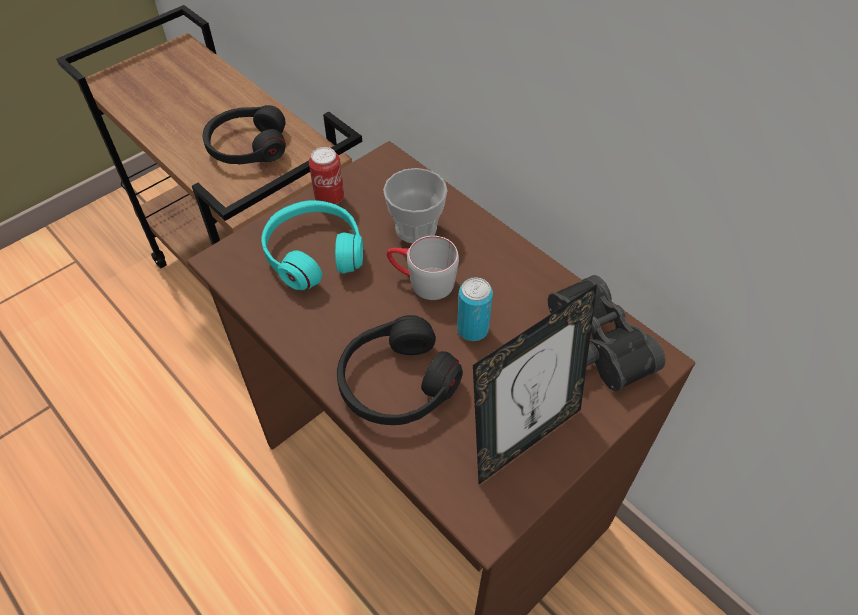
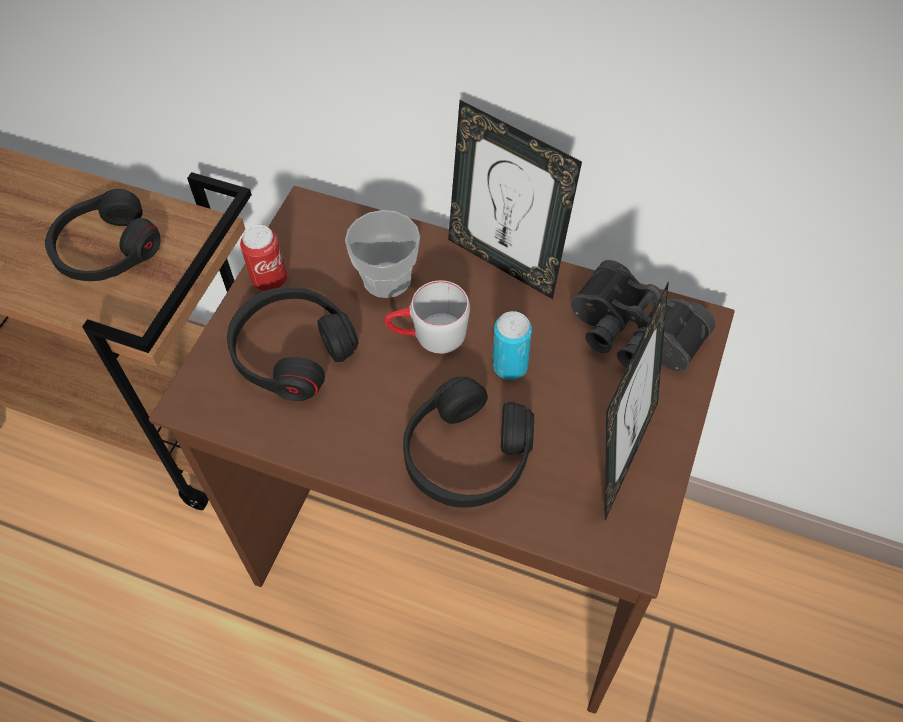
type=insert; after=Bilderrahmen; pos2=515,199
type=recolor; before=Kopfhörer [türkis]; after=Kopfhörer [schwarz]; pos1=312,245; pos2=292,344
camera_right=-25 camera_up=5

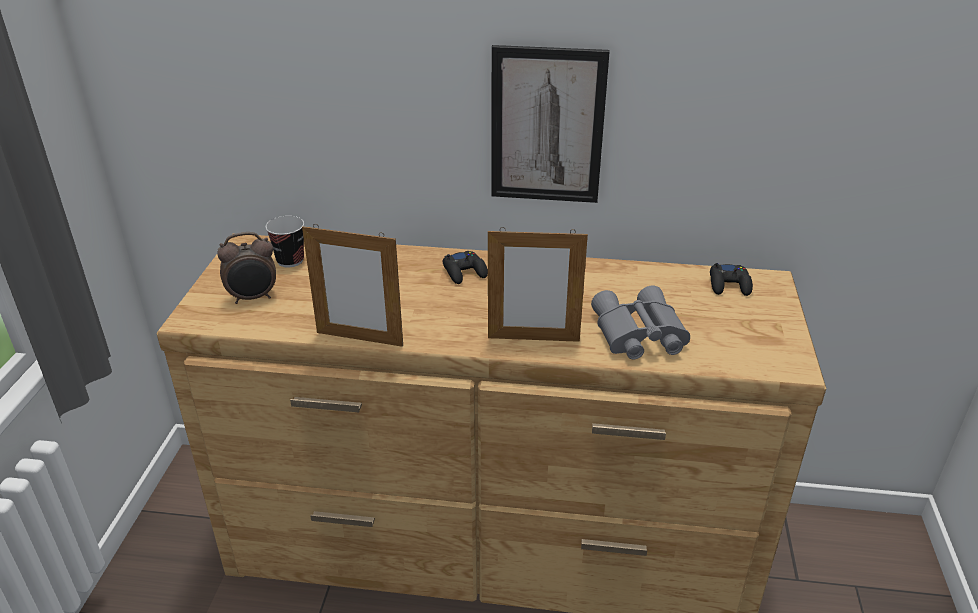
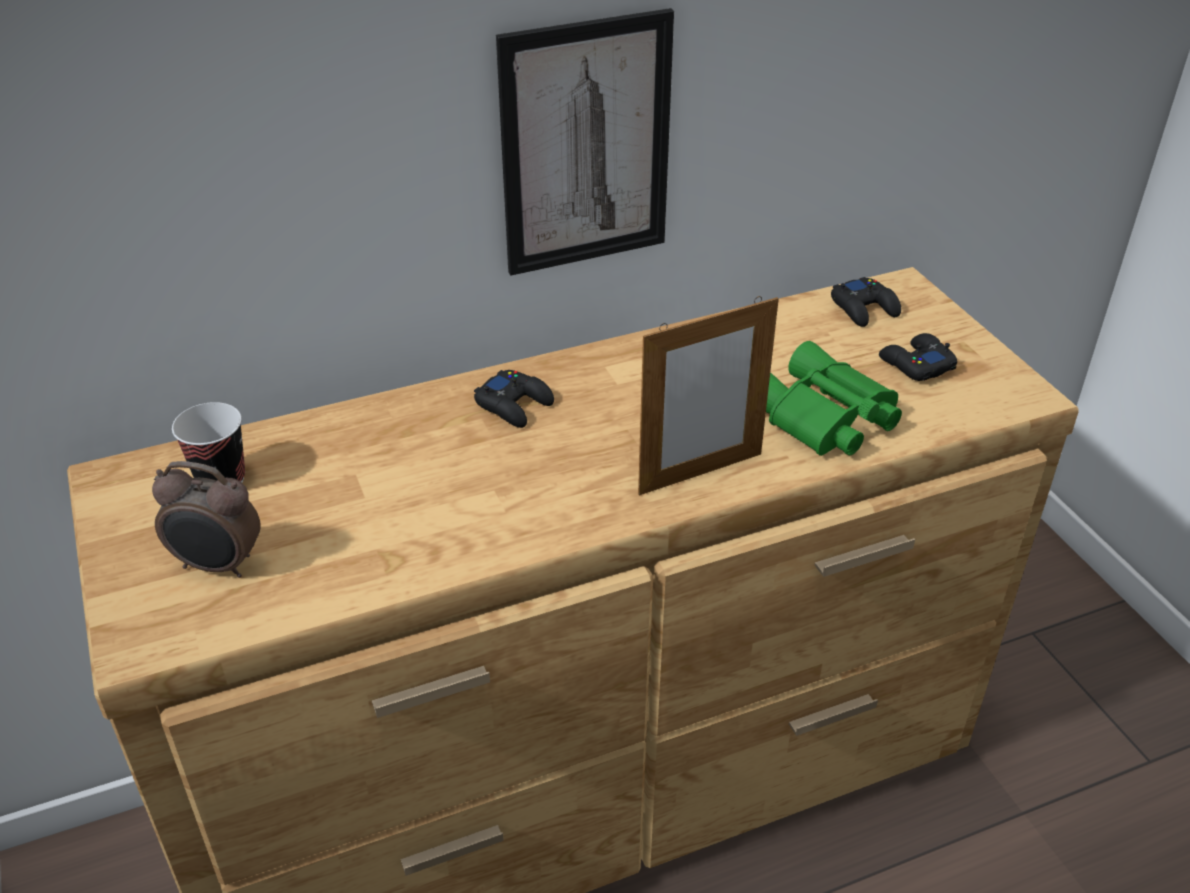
type=delete; before=Bilderrahmen; pos1=352,285
type=insert; after=Gamepad [schwarz]; pos2=918,357
type=recolor; before=Fernglas [grau]; after=Fernglas [grün]; pos1=640,322; pos2=834,398
type=rotate; before=Wecker; pos1=246,268; pos2=206,519; turn=60
camera_right=-30 camera_up=5

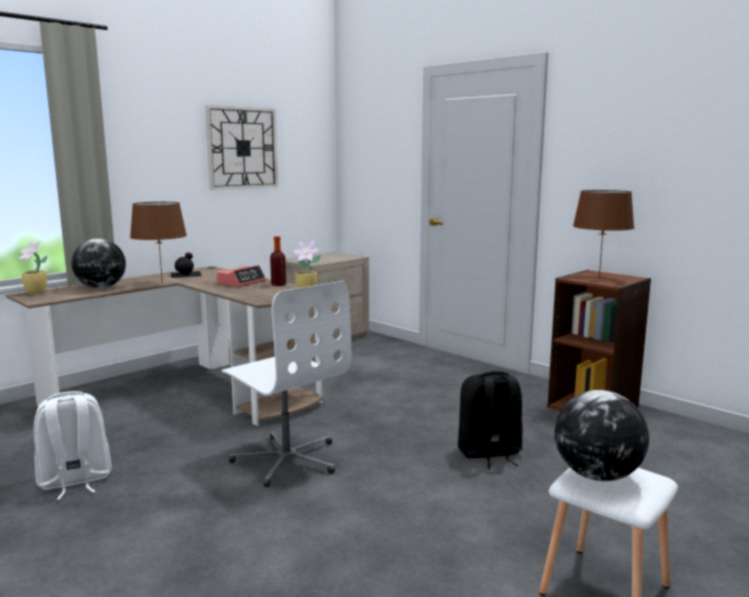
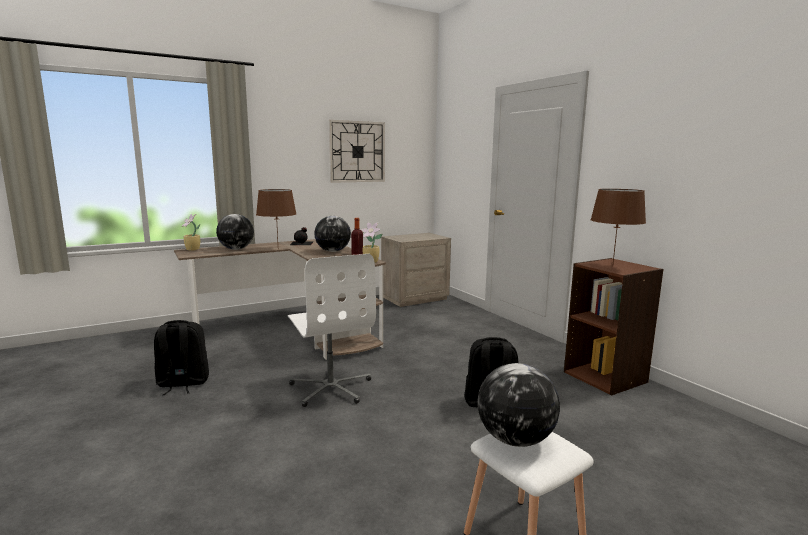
type=replace; before=Wecker; after=Globus; pos1=241,276; pos2=332,234
type=recolor; before=Rucksack [weiß]; after=Rucksack [schwarz]; pos1=73,445; pos2=181,357
camera_right=15 camera_up=0

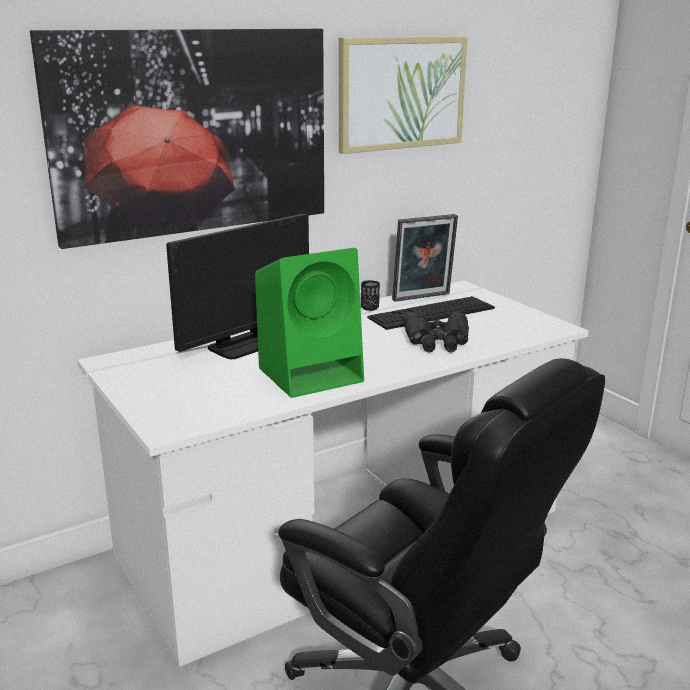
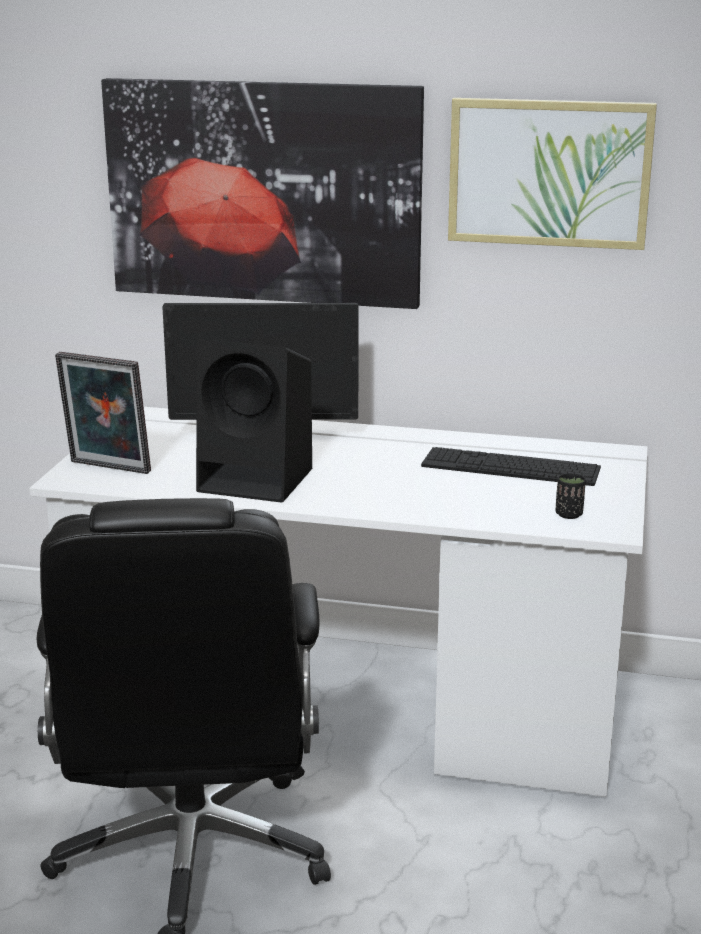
type=delete; before=Fernglas [schwarz]; pos1=436,332
type=move; before=Tasse [schwarz]; pos1=370,295; pos2=570,496
type=move; before=Bilderrahmen; pos1=425,258; pos2=103,413
type=recolor; before=Lautsprecher [grün]; after=Lautsprecher [schwarz]; pos1=309,323; pos2=254,421
camera_right=45 camera_up=0

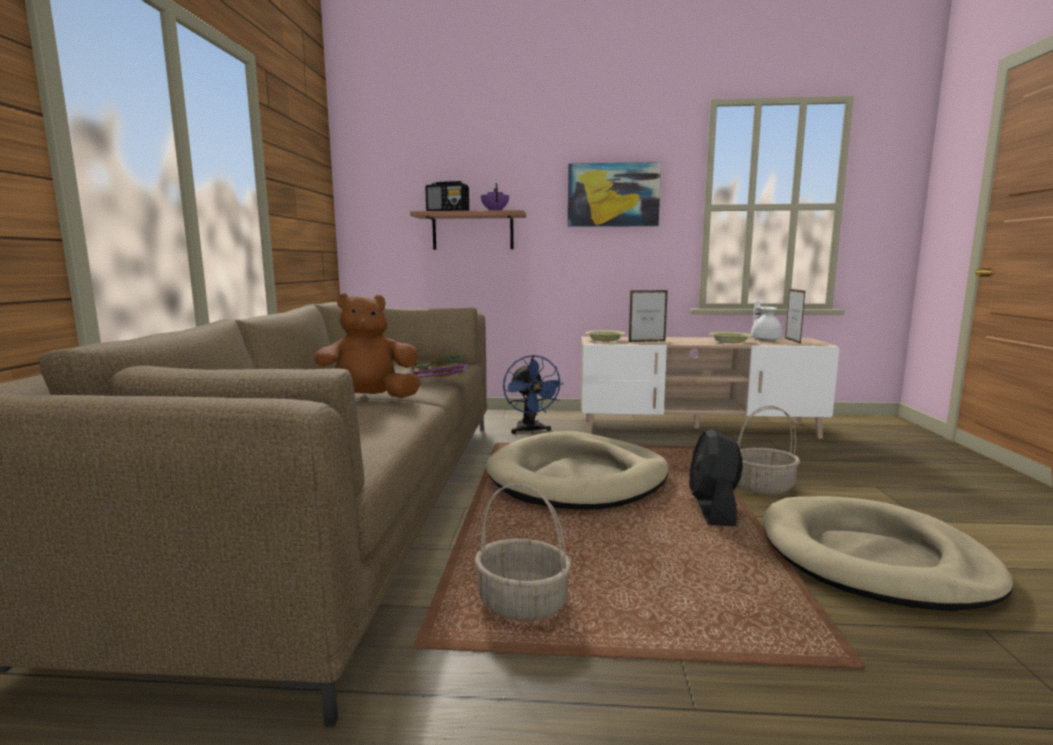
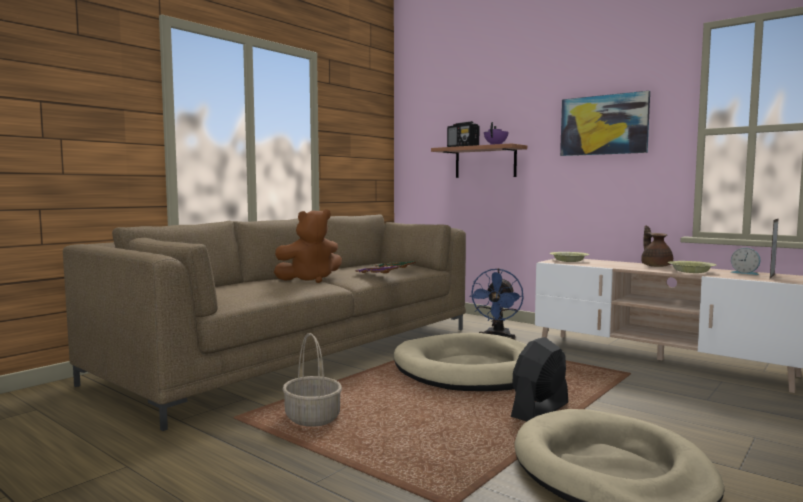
type=delete; before=Bilderrahmen; pos1=648,316
type=delete; before=Korb; pos1=768,450
type=insert; after=Teekanne [braun]; pos2=657,246
type=replace; before=Teekanne [weiß]; after=Wecker; pos1=766,319; pos2=745,261
type=rotate; before=Plüschtier [braun]; pos1=367,346; pos2=308,246; turn=135
camera_right=35 camera_up=-5

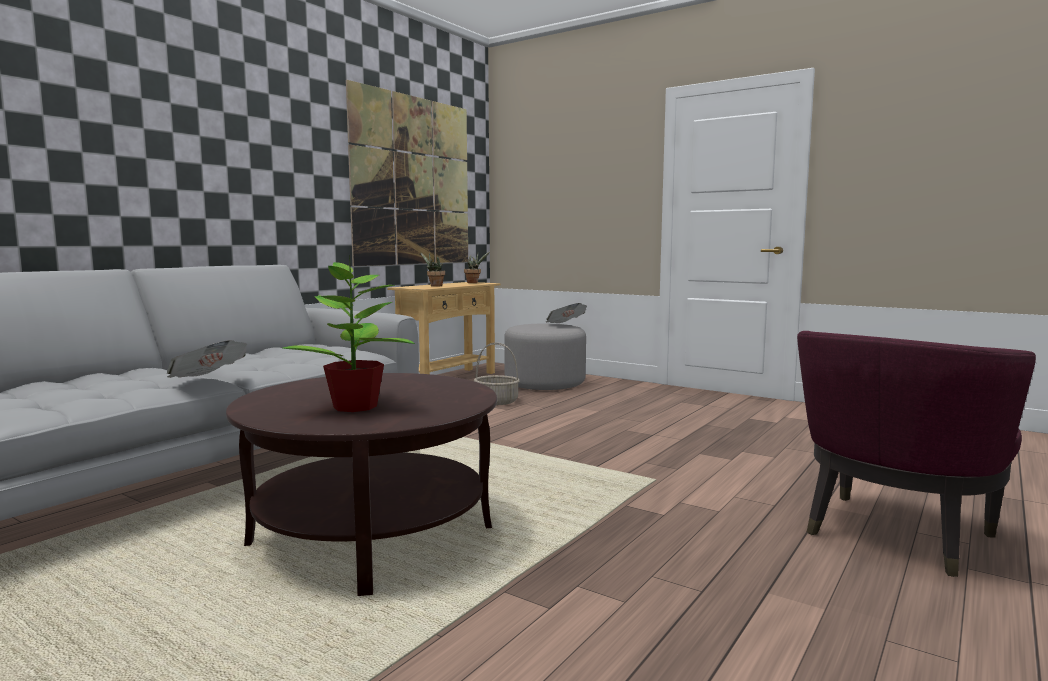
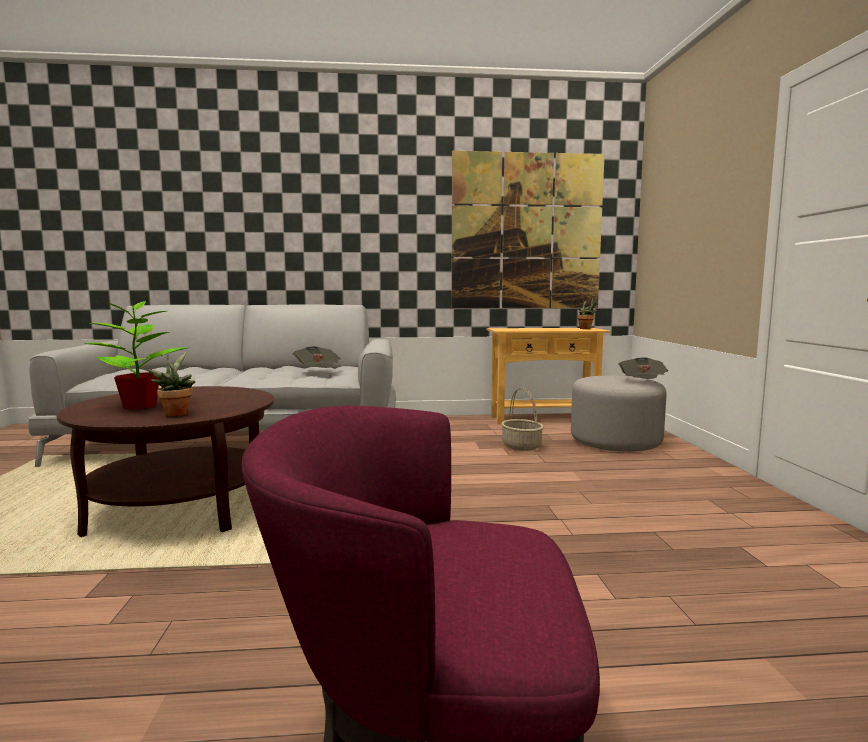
type=move; before=Zeitung; pos1=207,359; pos2=316,357
type=move; before=Topfpflanze; pos1=432,269; pos2=171,384
camera_right=50 camera_up=0

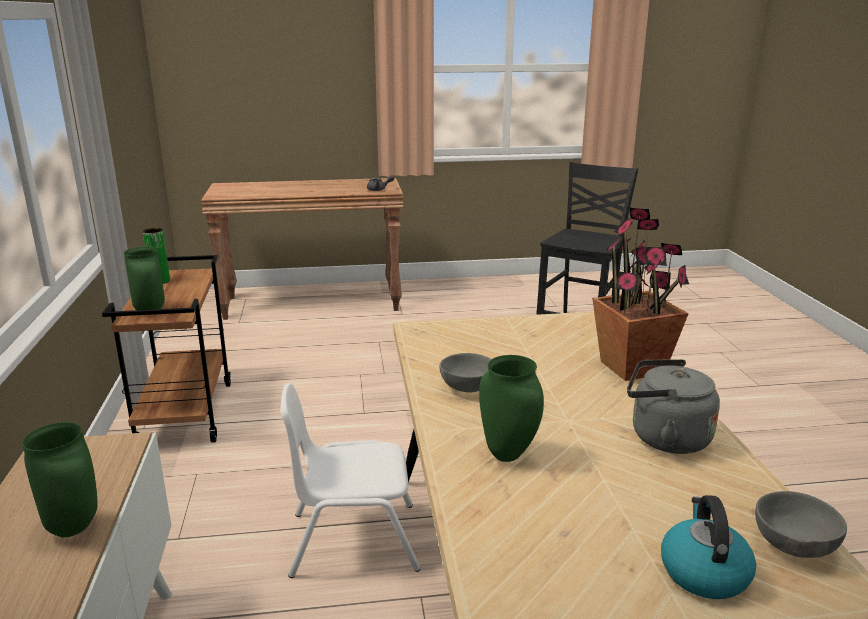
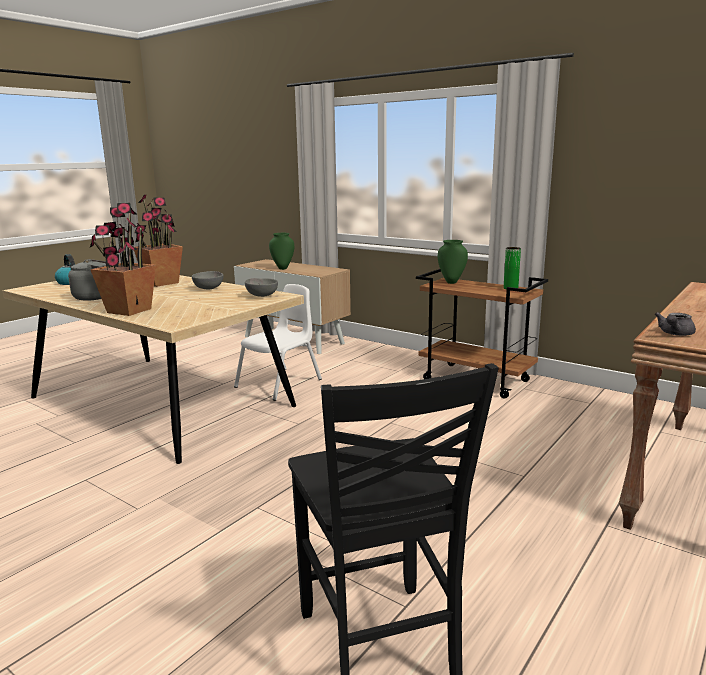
type=move; before=Schüssel [grau]; pos1=801,524; pos2=261,287
type=replace; before=Vase [grün]; after=Topfpflanze; pos1=511,408; pos2=158,240
camera_right=135 camera_up=-5

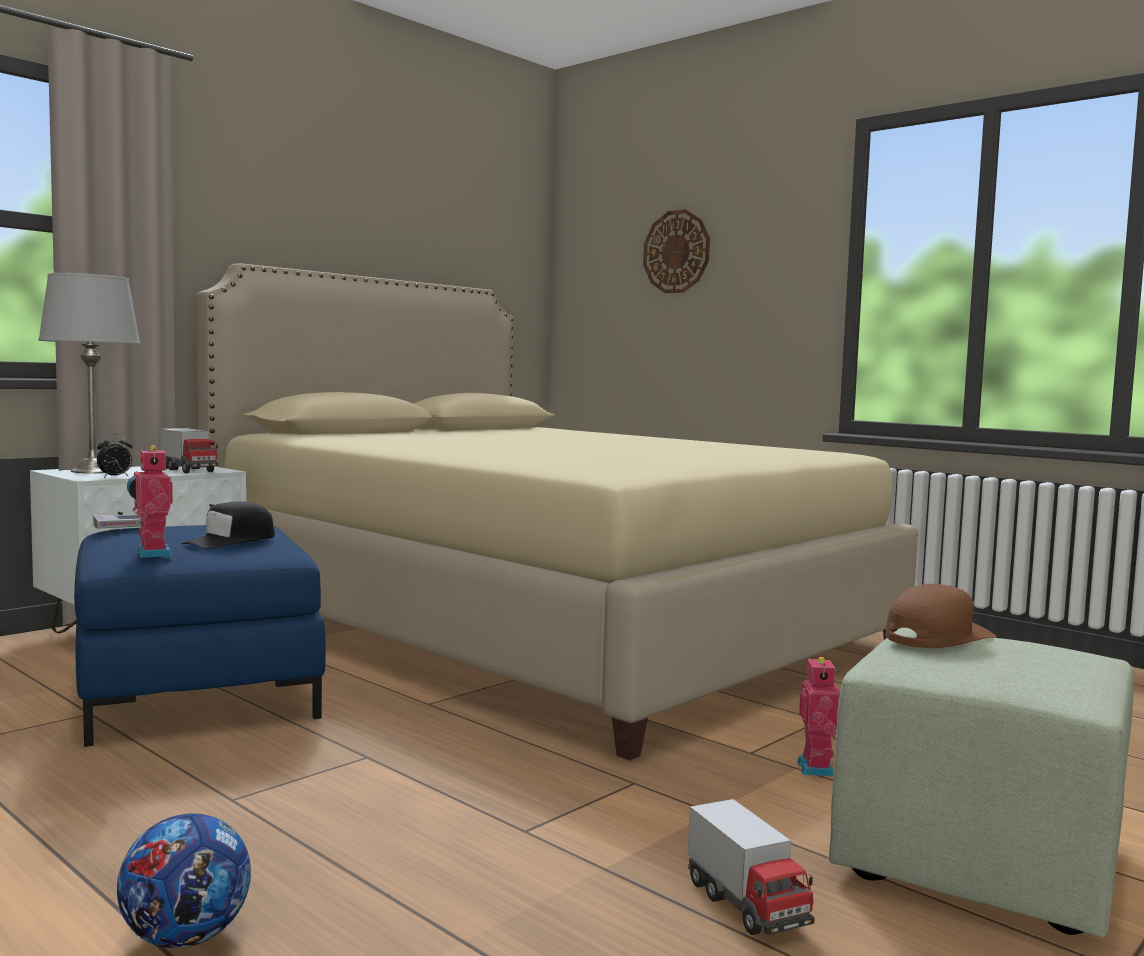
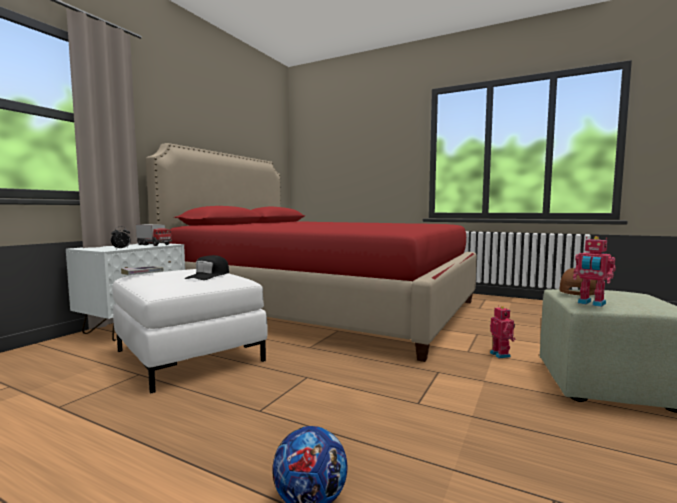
type=delete; before=Tischlampe [grau]; pos1=89,373
type=delete; before=Wanduhr; pos1=676,251
type=delete; before=Spielzeuglaster; pos1=751,867
type=move; before=Spielzeugroboter; pos1=150,502; pos2=594,271
type=recolor; before=Polsterhocker [blau]; after=Polsterhocker [weiß]; pos1=200,636; pos2=190,331
type=recolor; before=Bett [beige]; after=Bett [rot]; pos1=557,511; pos2=311,252
camera_right=-15 camera_up=0

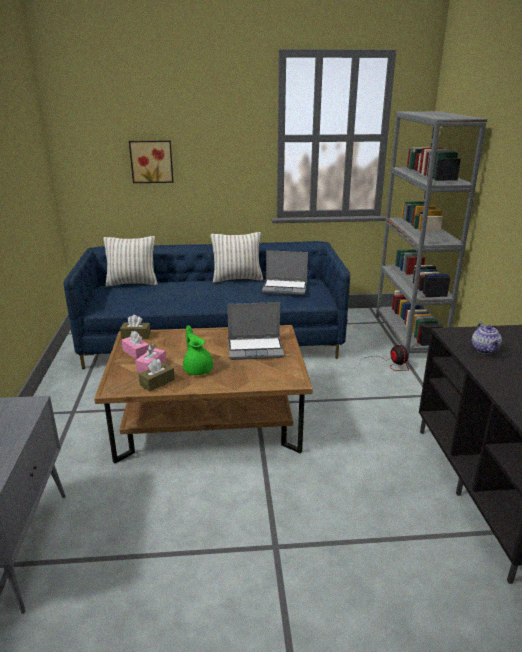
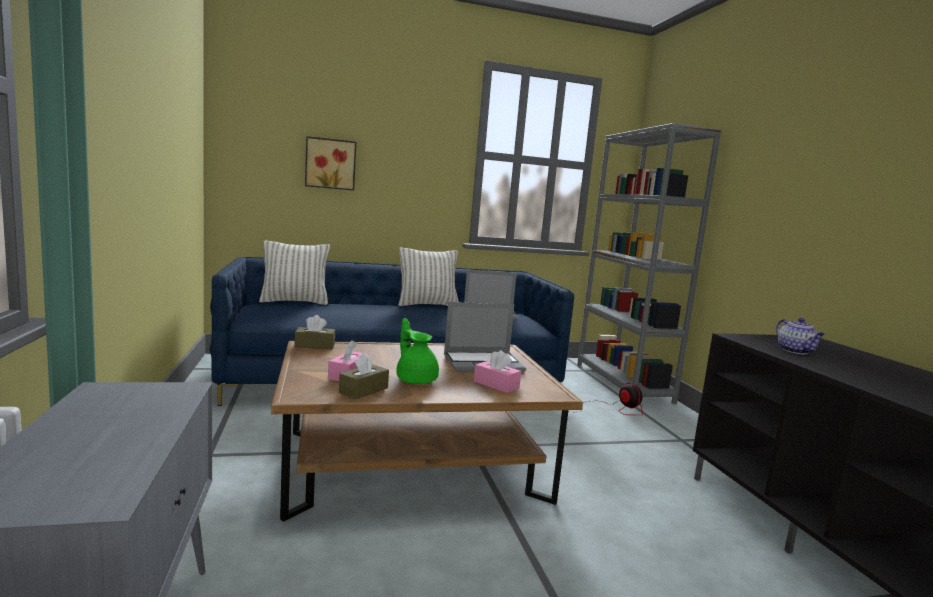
type=move; before=Taschentuchbox [rosa]; pos1=135,345; pos2=497,371
camera_right=-10 camera_up=-15

